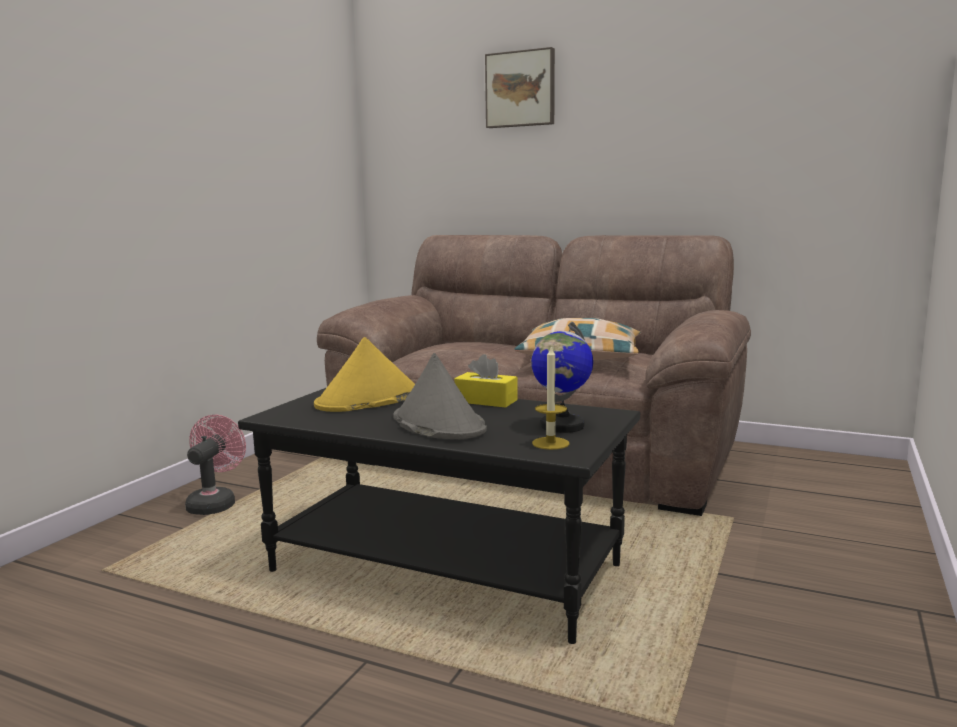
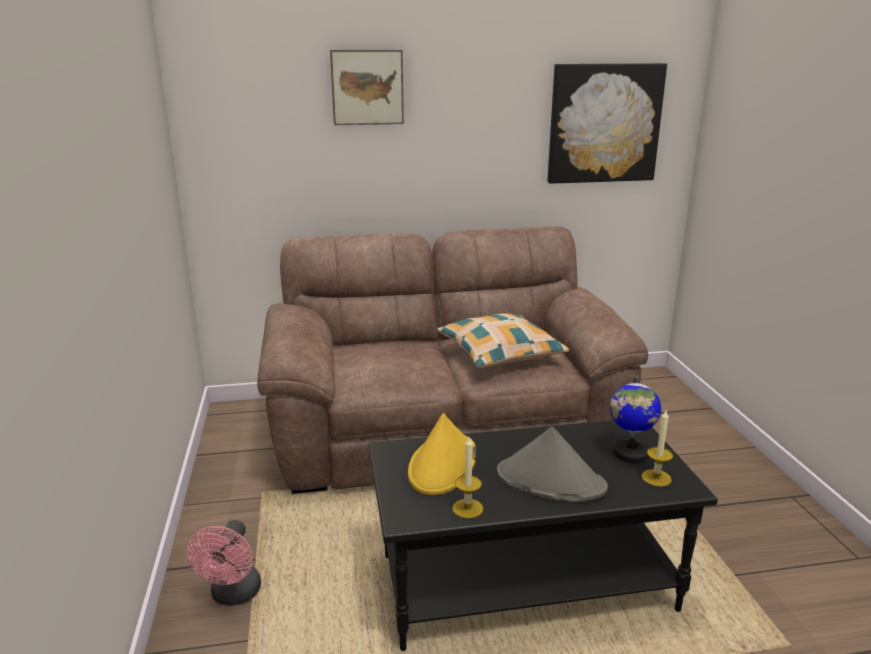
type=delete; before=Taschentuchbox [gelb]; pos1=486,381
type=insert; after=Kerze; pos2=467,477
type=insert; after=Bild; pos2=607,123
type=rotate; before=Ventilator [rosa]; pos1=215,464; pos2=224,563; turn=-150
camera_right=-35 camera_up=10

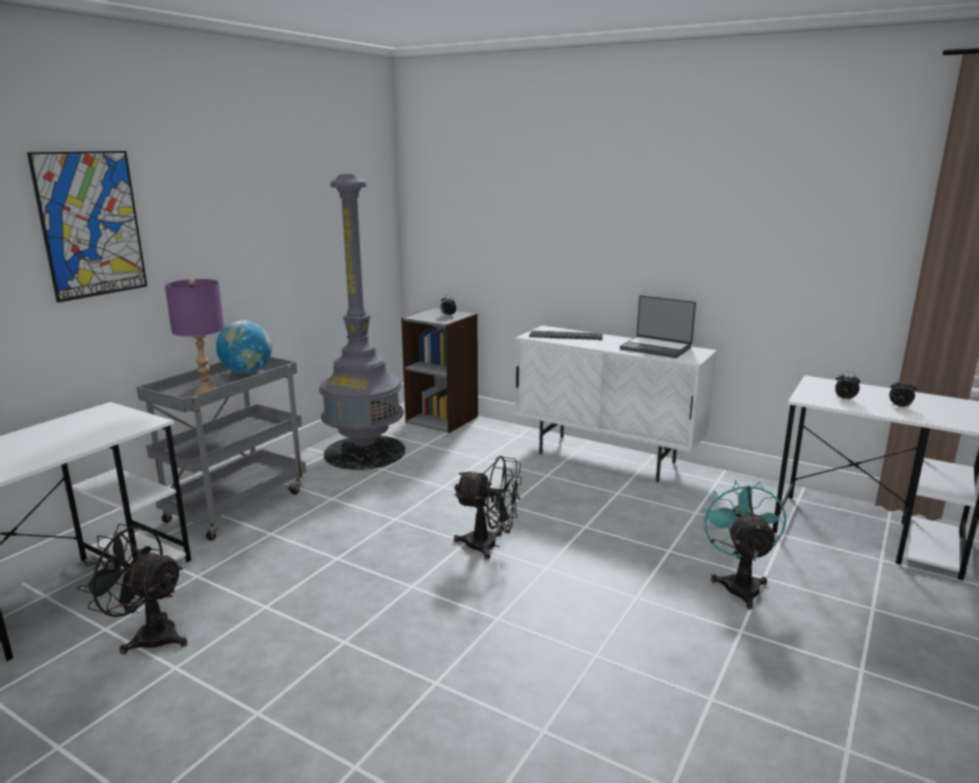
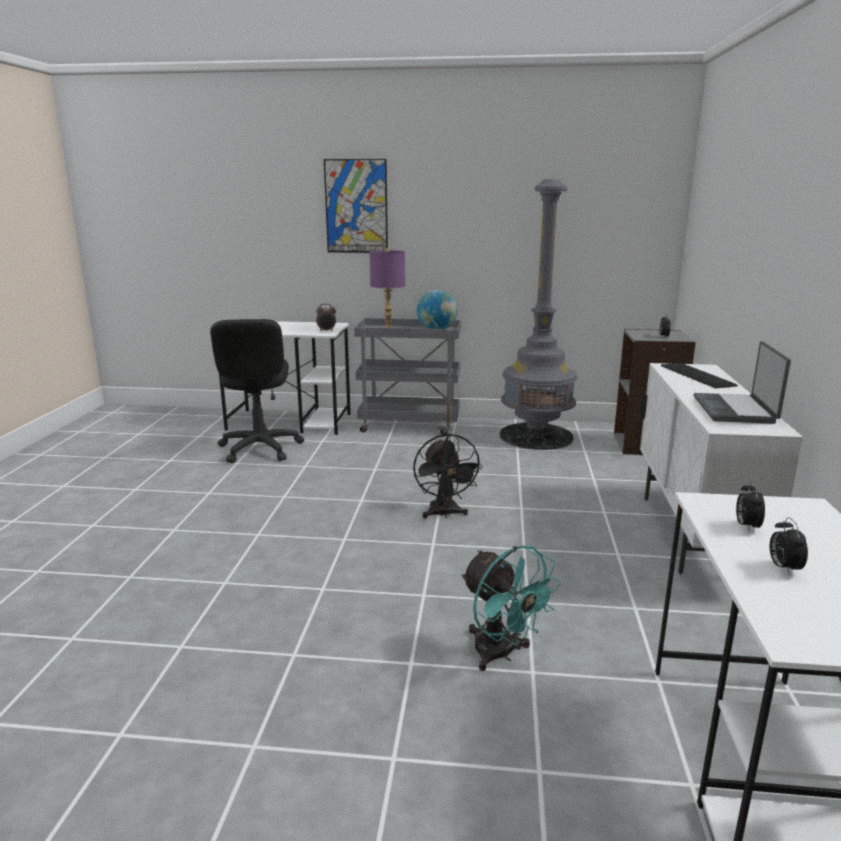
type=insert; after=Wecker; pos2=326,318
type=replace; before=Ventilator [schwarz]; after=Bürostuhl [schwarz]; pos1=132,589; pos2=257,391
type=rotate; before=Ventilator [türkis]; pos1=744,544; pos2=511,608; turn=75
camera_right=65 camera_up=0

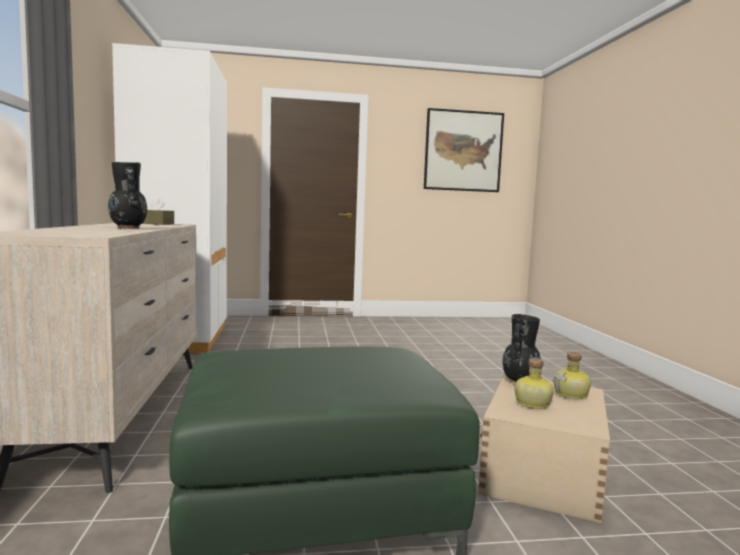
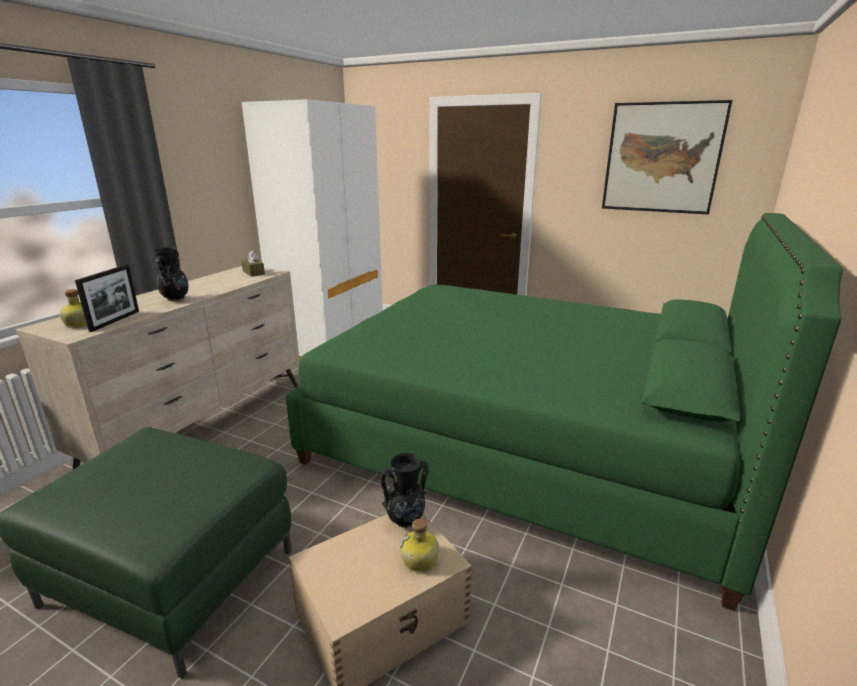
type=insert; after=Bilderrahmen; pos2=107,298
type=insert; after=Bett [grün]; pos2=564,412
type=move; before=Flasche; pos1=534,383; pos2=73,308
camera_right=35 camera_up=15

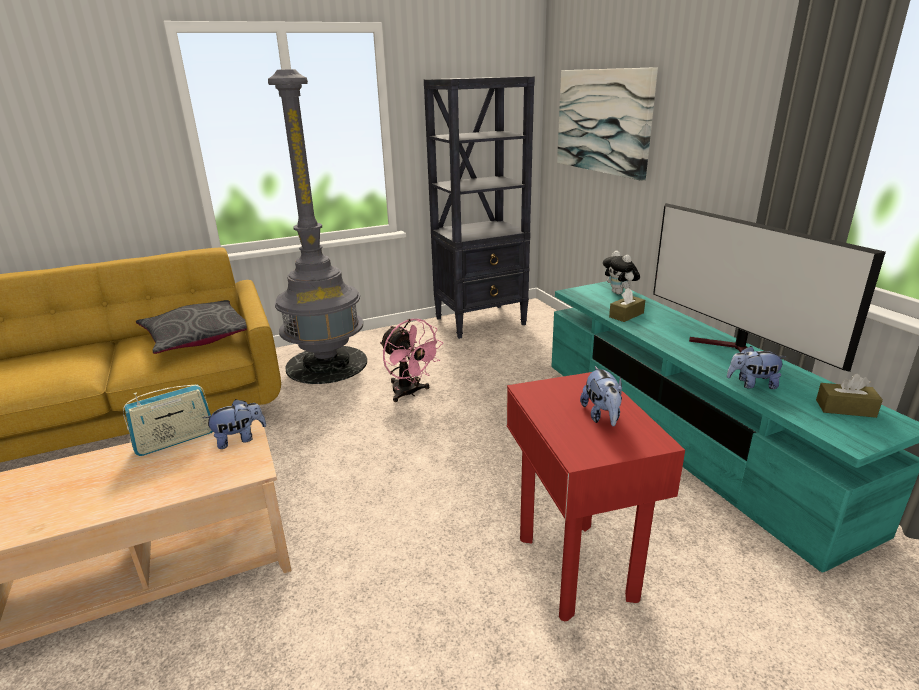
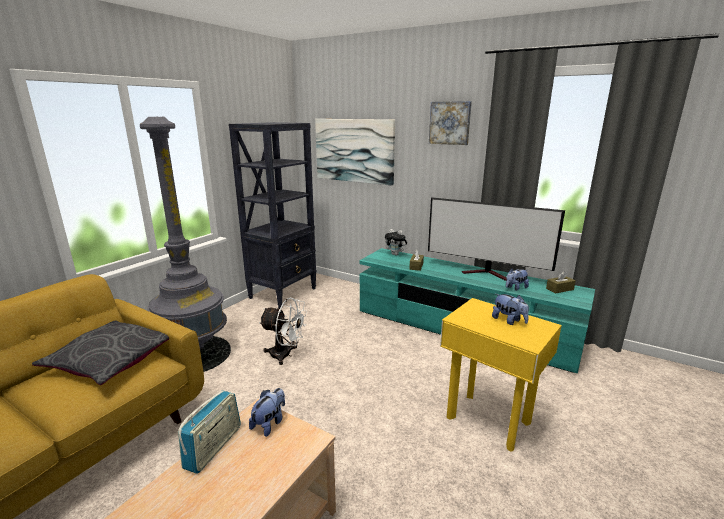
type=insert; after=Bild; pos2=450,123
type=recolor; before=Ventilator [rosa]; after=Ventilator [weiß]; pos1=411,360; pos2=283,331
type=recolor; before=Beistelltisch [rot]; after=Beistelltisch [gelb]; pos1=596,496; pos2=501,374
camera_right=-35 camera_up=-5

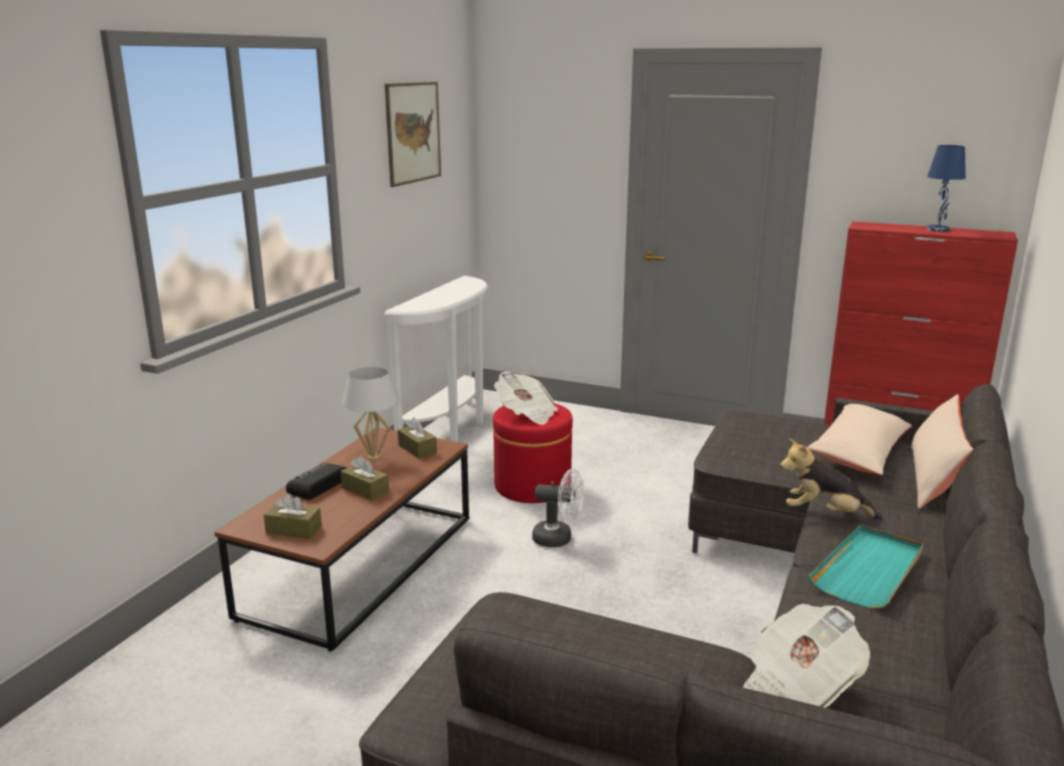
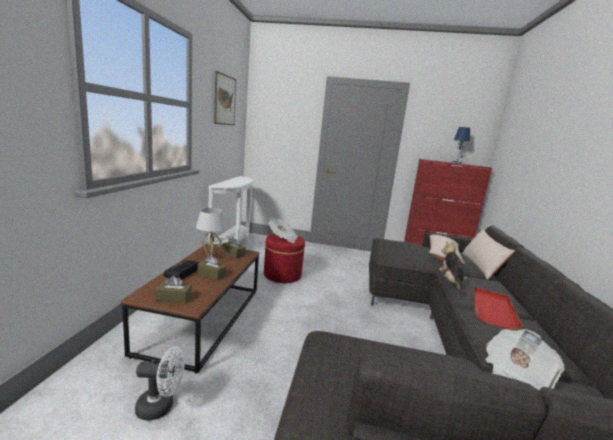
type=move; before=Ventilator [weiß]; pos1=558,508; pos2=160,383
type=recolor; before=Tablett [türkis]; after=Tablett [rot]; pos1=865,566; pos2=498,308
type=rotate; before=Plüschtier; pos1=831,478; pos2=453,268; turn=90
camera_right=-15 camera_up=-5

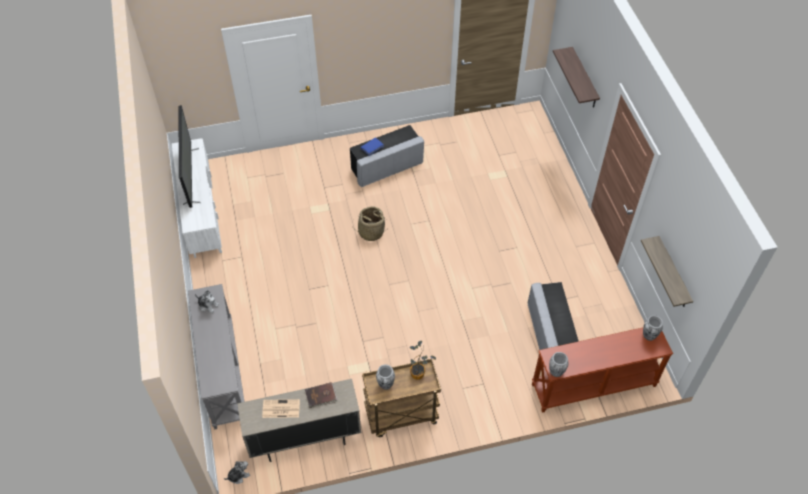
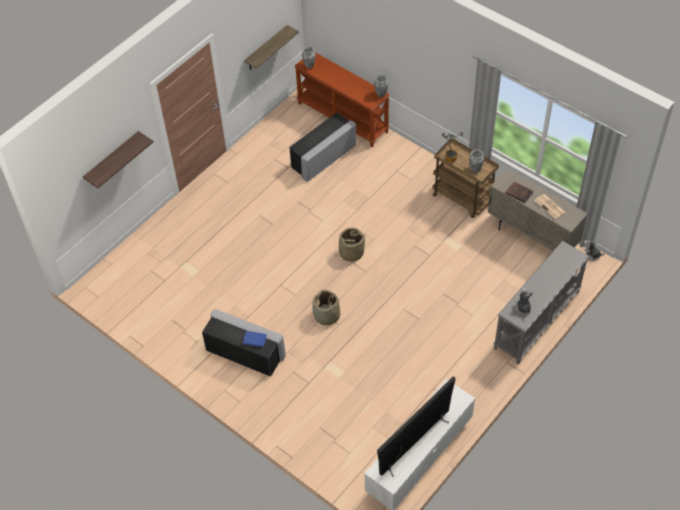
type=insert; after=Korb; pos2=352,245
camera_right=-125 camera_up=0

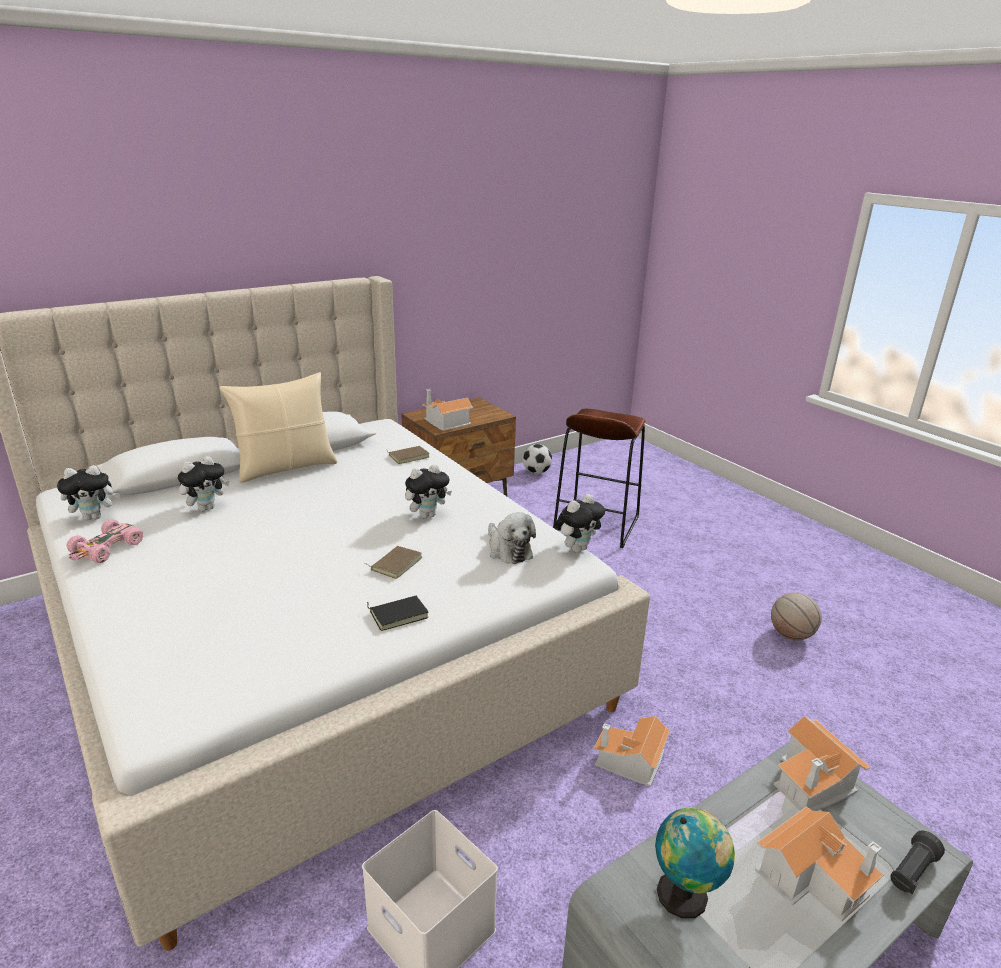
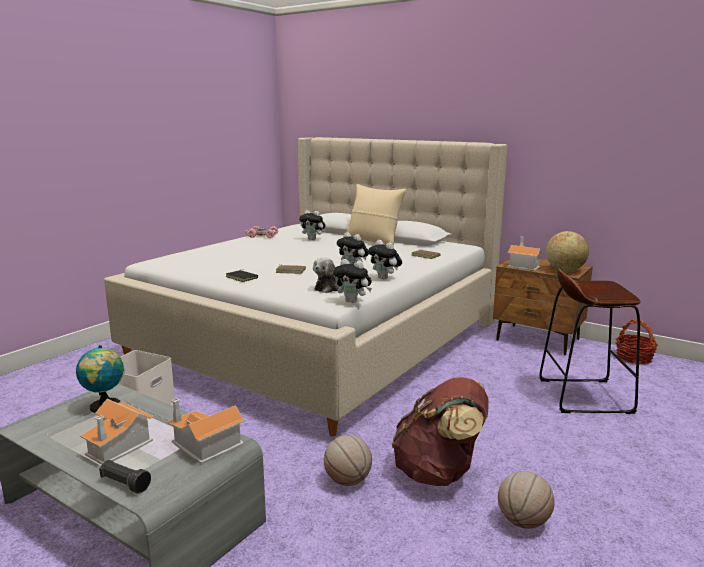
type=delete; before=Spielzeughaus; pos1=631,751
type=insert; after=Basketball; pos2=348,460
type=insert; after=Rucksack [braun]; pos2=440,431
type=insert; after=Globus; pos2=567,251
type=move; before=Plüschtier; pos1=88,492; pos2=385,260
type=replace; before=Fußball; after=Korb; pos1=537,459; pos2=637,342
camera_right=70 camera_up=-10

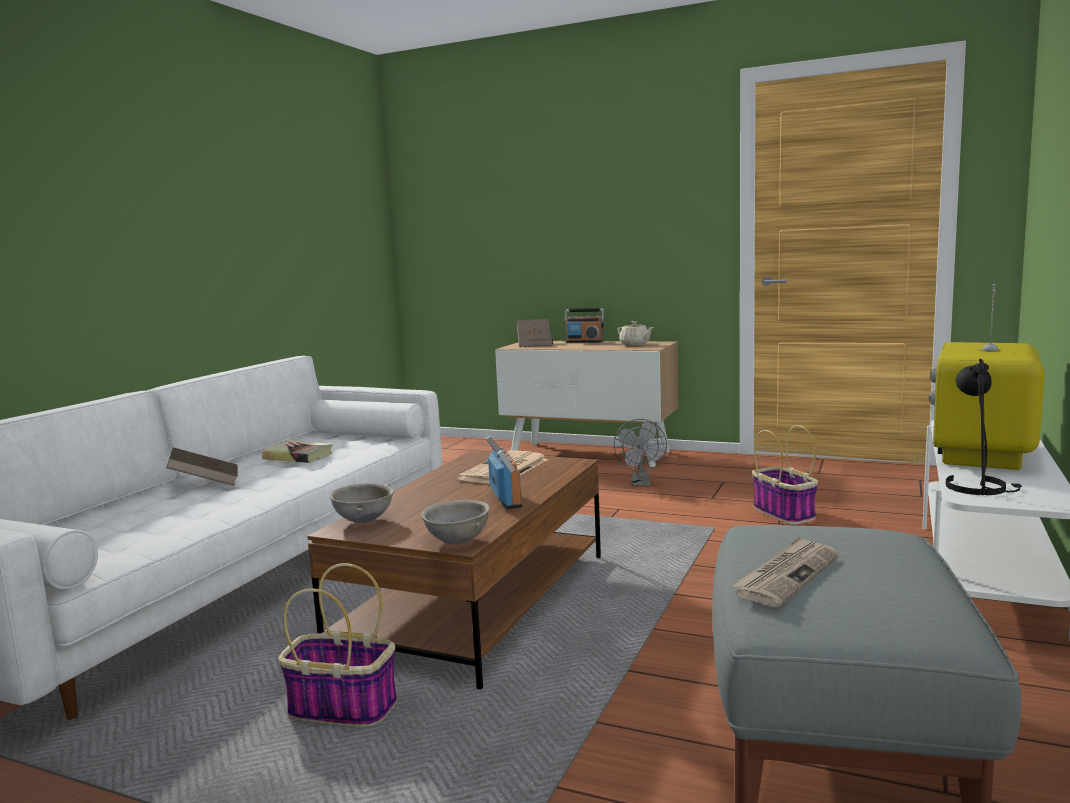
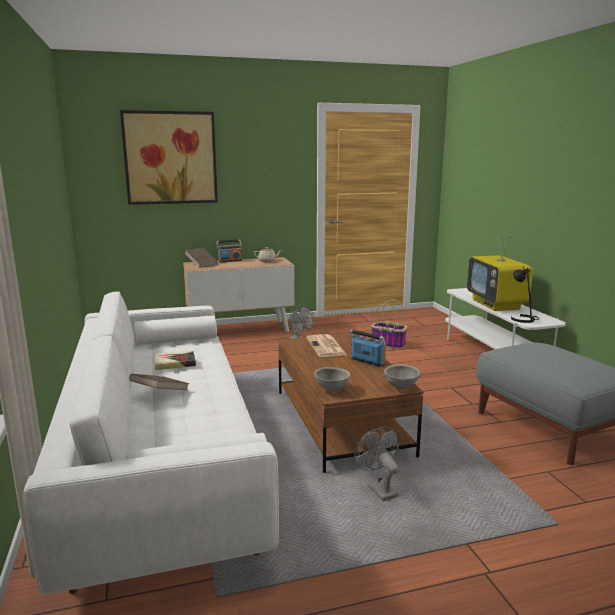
type=delete; before=Zeitung; pos1=785,571
type=insert; after=Bild; pos2=169,157
type=replace; before=Korb; after=Ventilator [grau]; pos1=338,645; pos2=377,464
camera_right=-40 camera_up=5

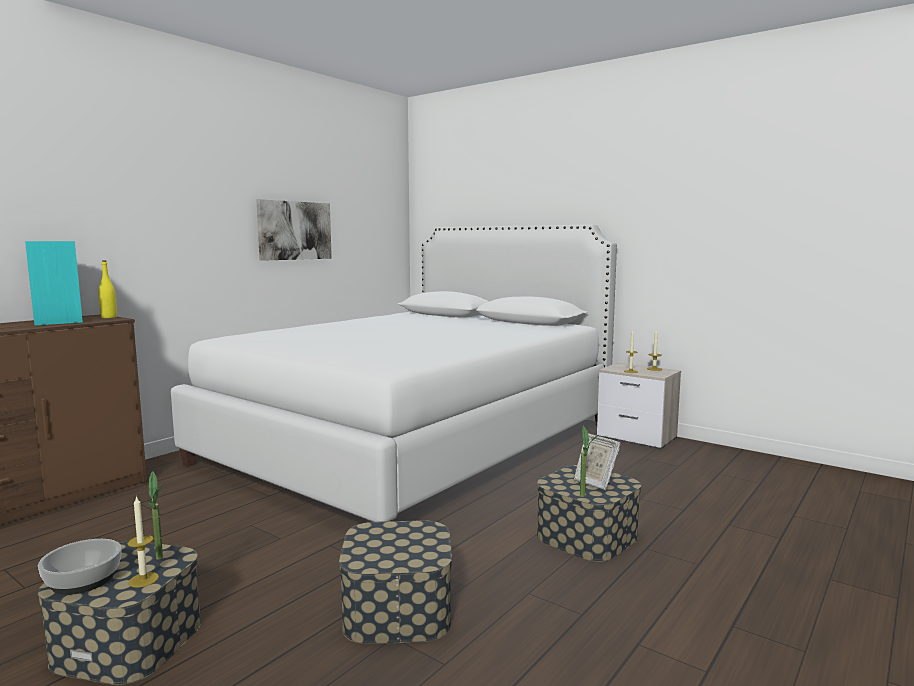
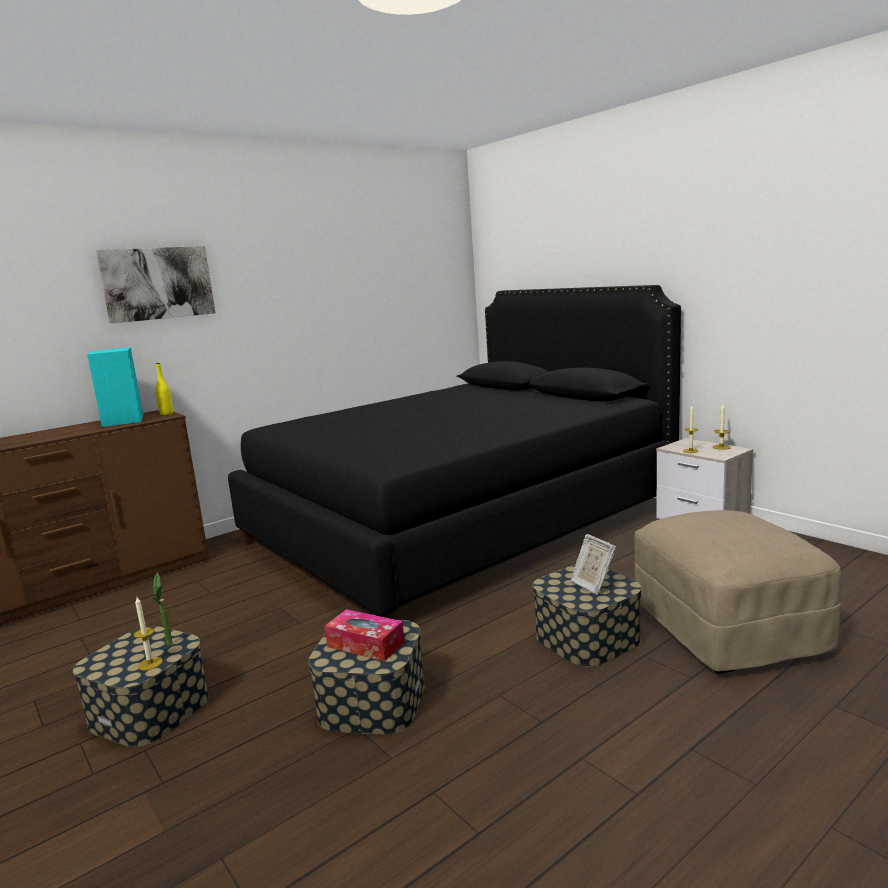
type=delete; before=Schüssel; pos1=80,567
type=delete; before=Topfpflanze; pos1=589,461
type=insert; after=Taschentuchbox; pos2=365,635
type=insert; after=Polsterhocker [beige]; pos2=737,592
type=move; before=Bild; pos1=294,230; pos2=155,285
type=recolor; before=Bett [weiß]; after=Bett [schwarz]; pos1=394,373; pos2=454,452
camera_right=15 camera_up=5

